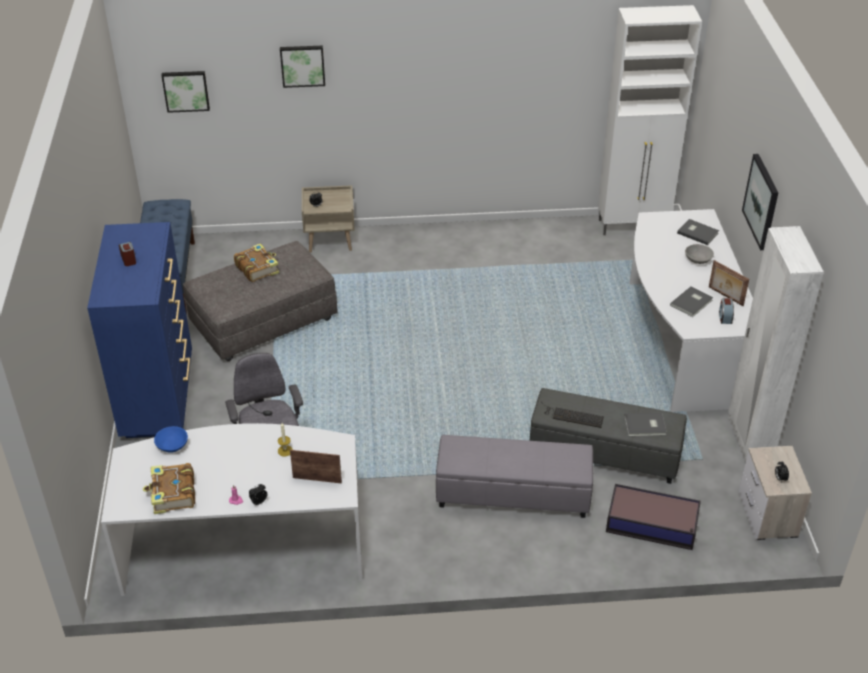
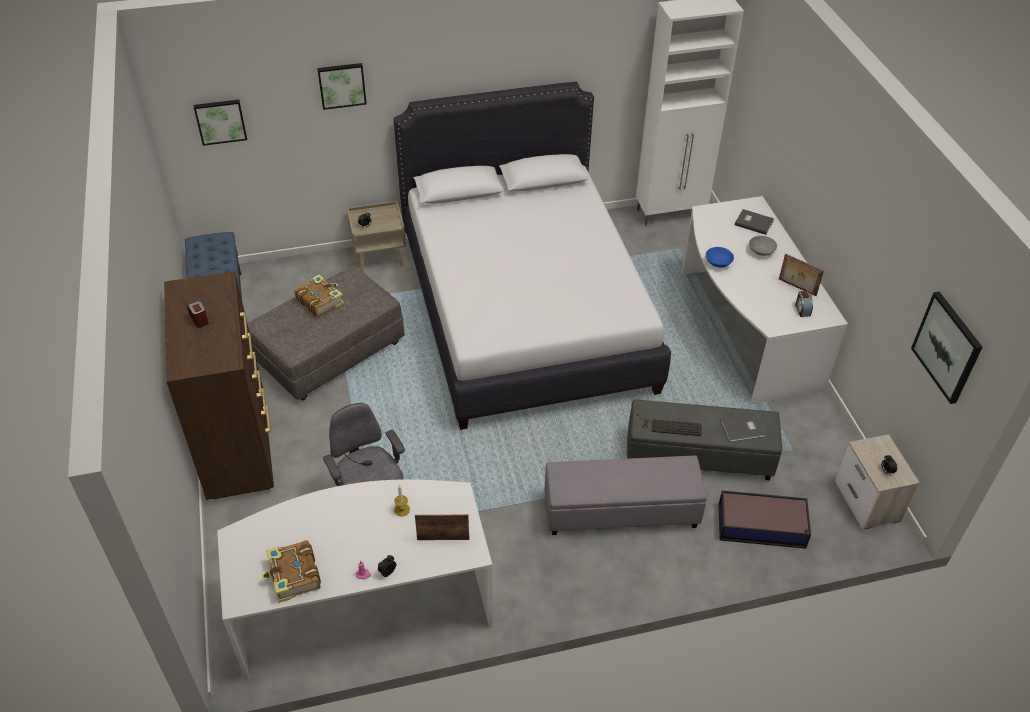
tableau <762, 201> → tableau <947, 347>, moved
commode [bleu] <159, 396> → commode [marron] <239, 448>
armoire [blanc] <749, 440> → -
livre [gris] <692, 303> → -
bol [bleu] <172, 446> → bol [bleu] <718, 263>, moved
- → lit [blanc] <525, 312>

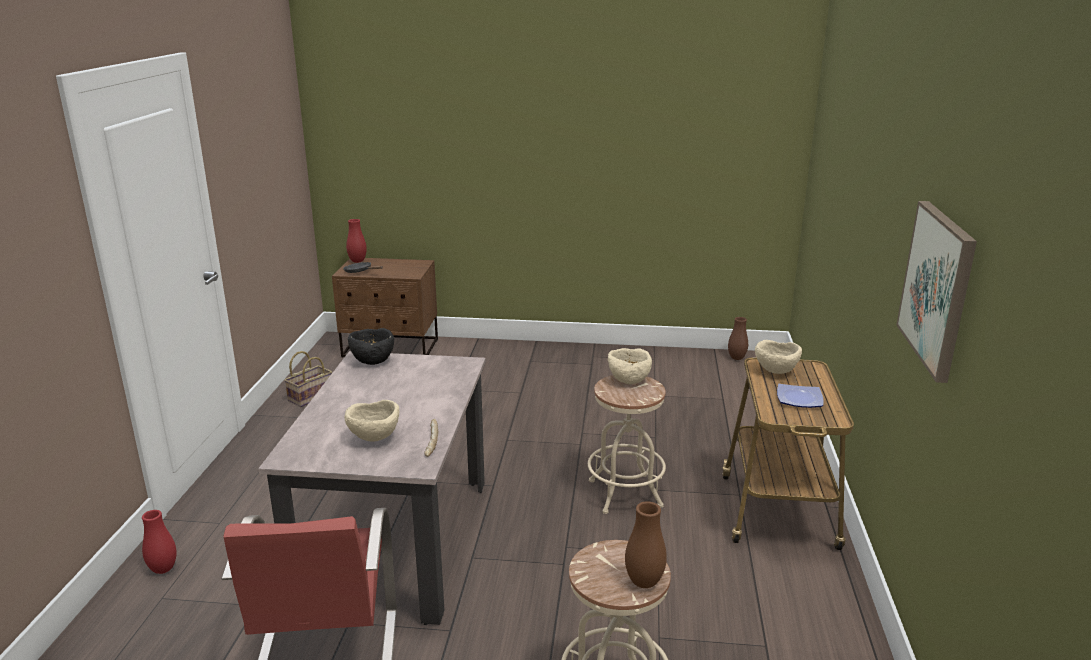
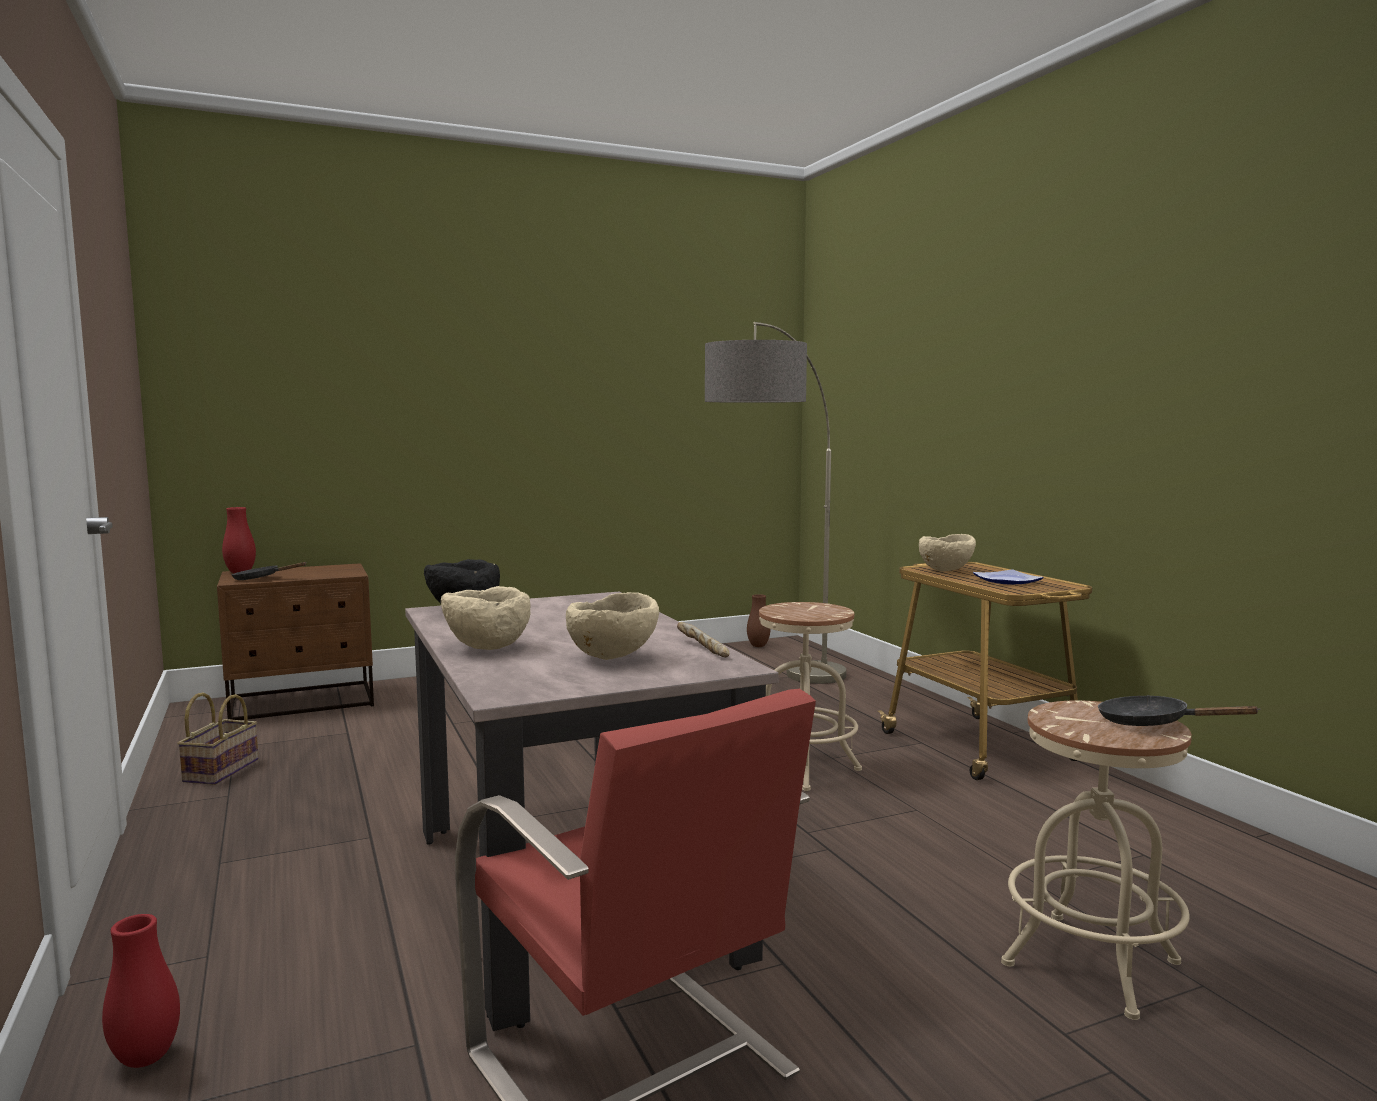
tableau <937, 288> → -
bol [beige] <628, 380> → bol [beige] <486, 647>, moved
vase [marron] <644, 582> → poêle [noir] <1152, 724>
- → lampadaire <774, 691>

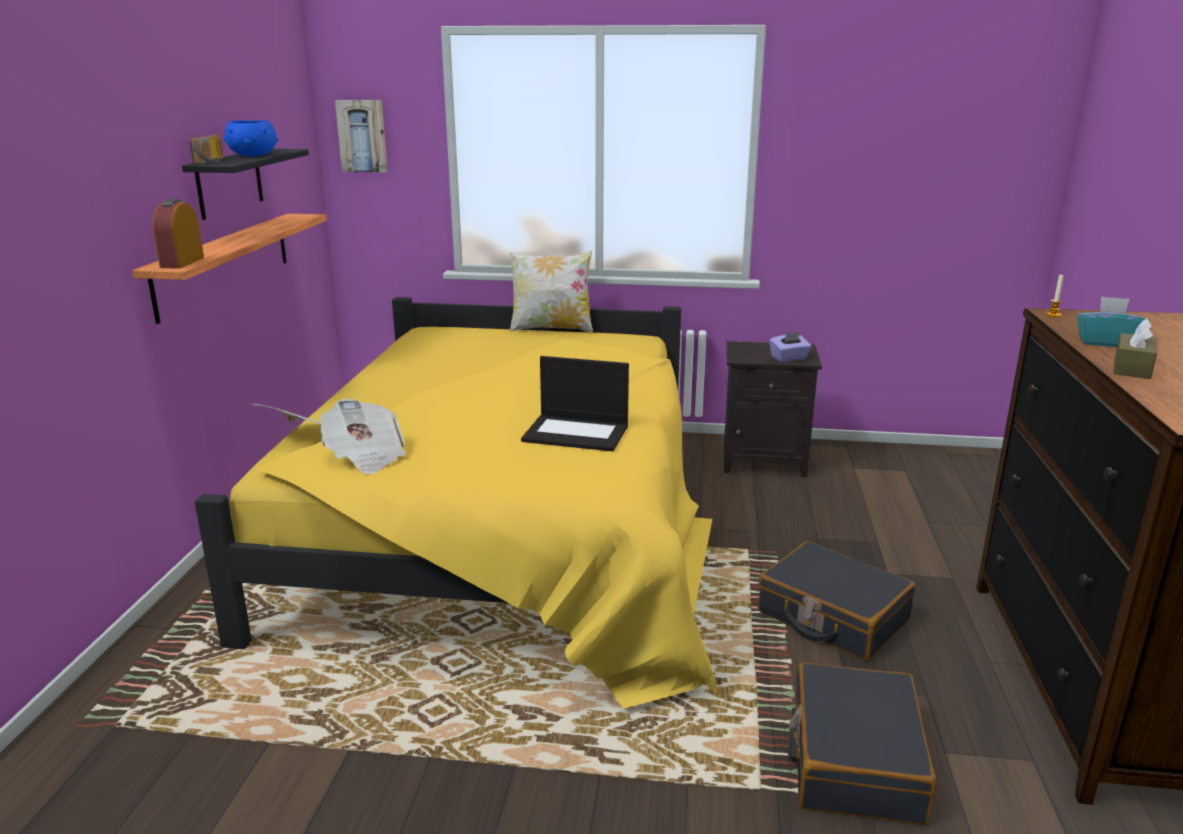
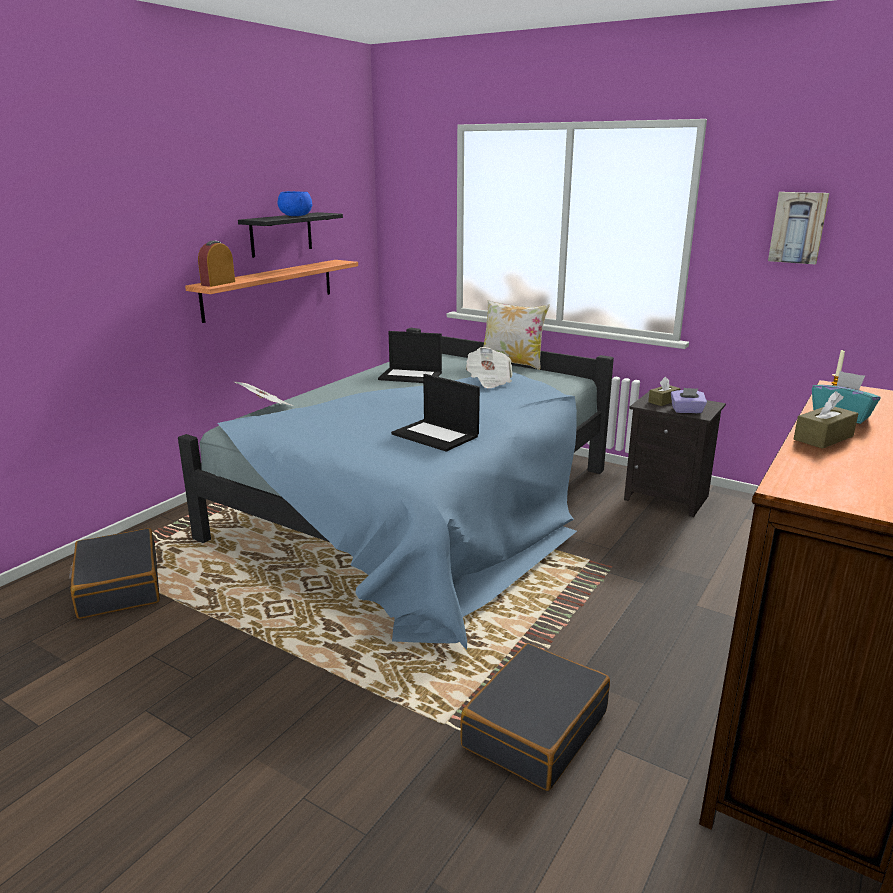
tableau <362, 136> → tableau <798, 227>, moved
radio <213, 161> → -
lit [jaune] <509, 532> → lit [bleu] <422, 509>
journal <365, 457> → journal <489, 381>, moved
valise [noir] <832, 616> → valise [noir] <118, 586>, moved
- → ordinateur portable <411, 376>
- → boîte à mouchoirs [marron] <663, 401>

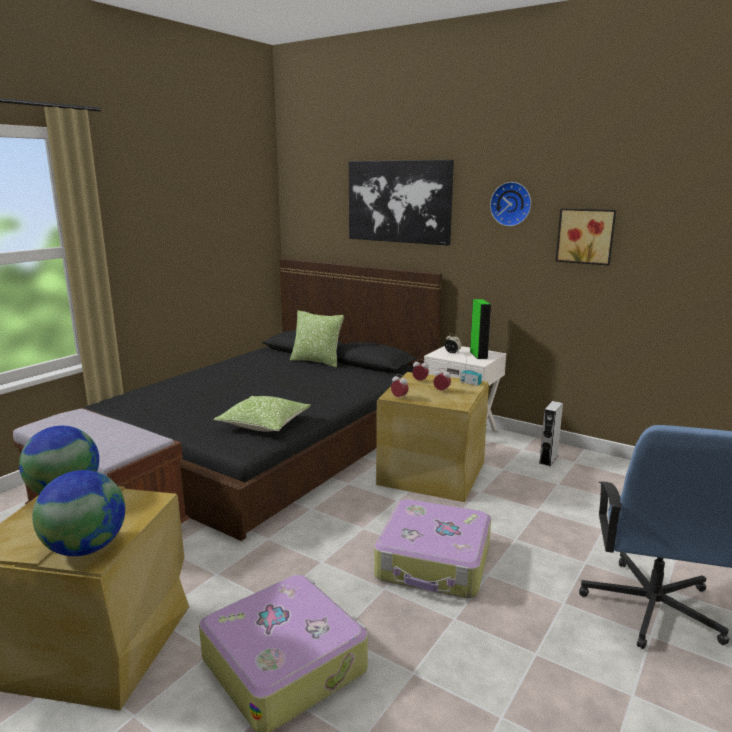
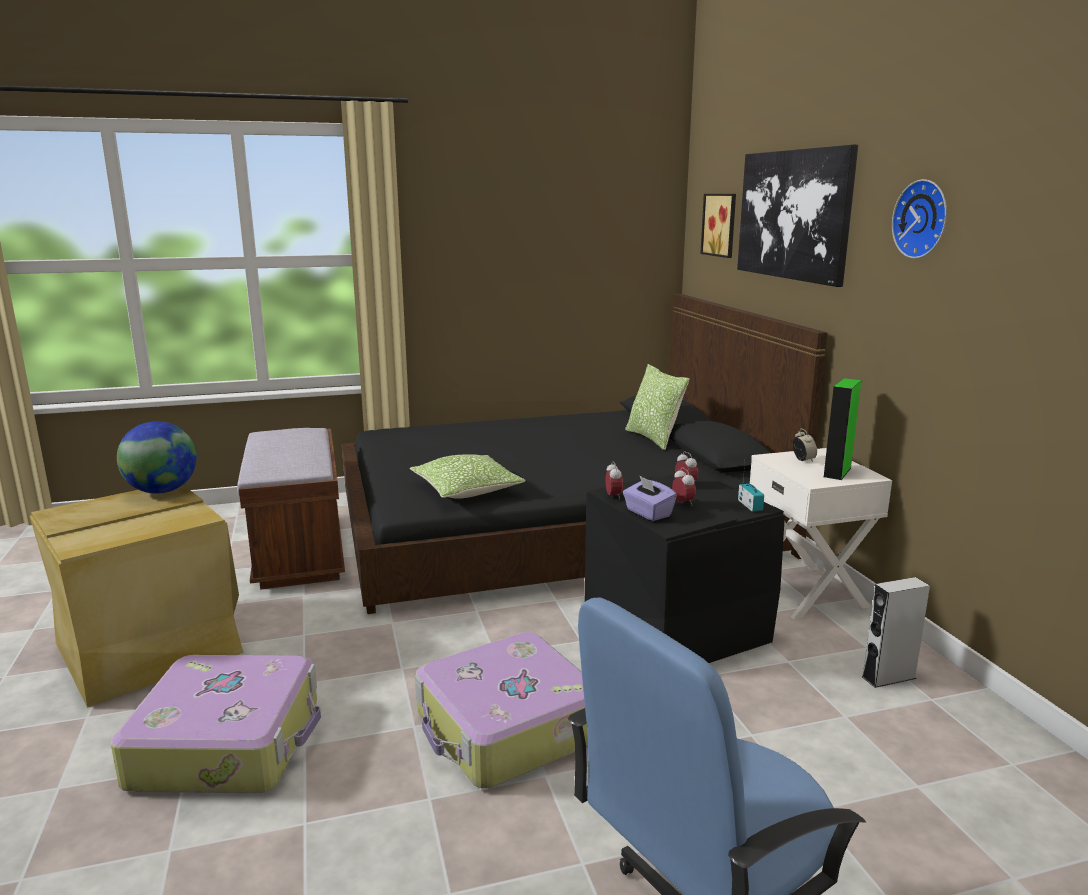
tableau <585, 236> → tableau <721, 225>, moved
boîte de rangement [beige] <431, 472> → boîte de rangement [noir] <676, 626>
globe <86, 548> → -
- → boîte à mouchoirs [violet] <648, 513>

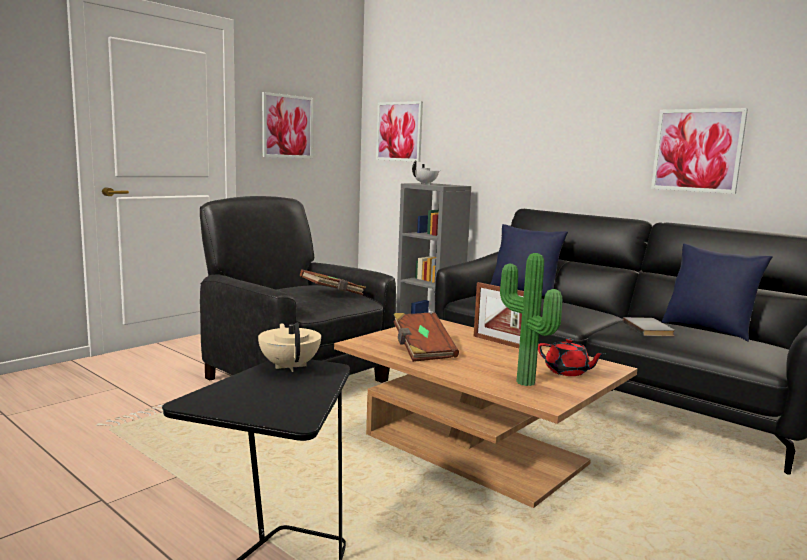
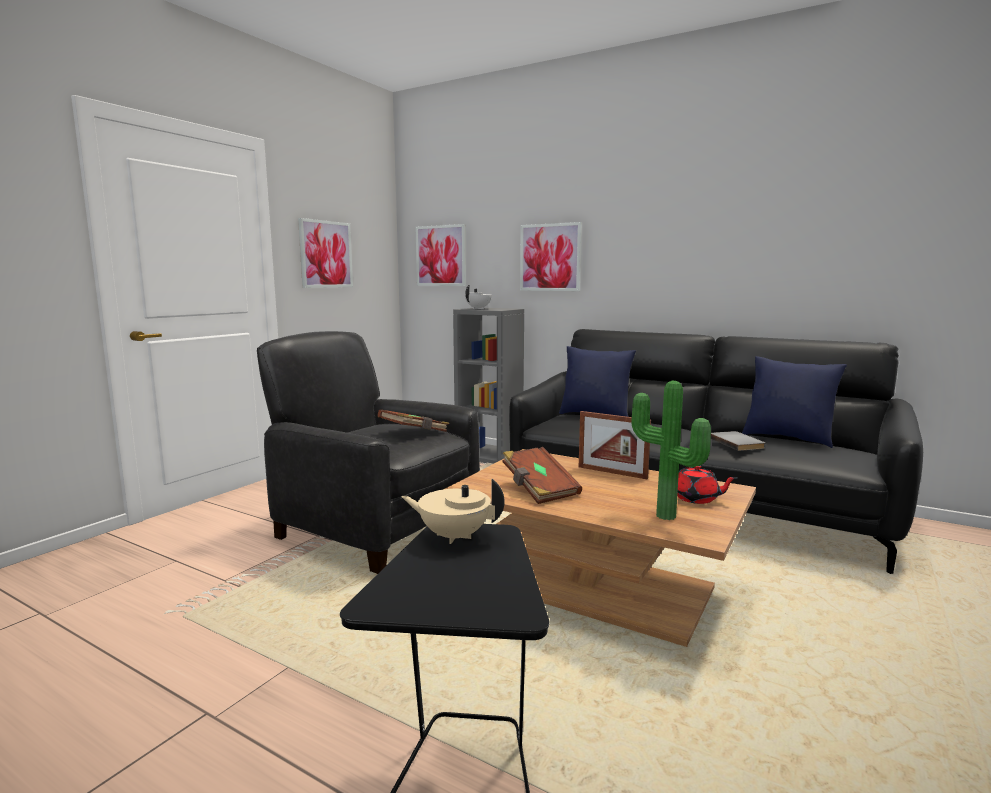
tableau <697, 150> → tableau <550, 257>, moved
théière [beige] <290, 366> → théière [beige] <454, 536>, 45 degrees counterclockwise

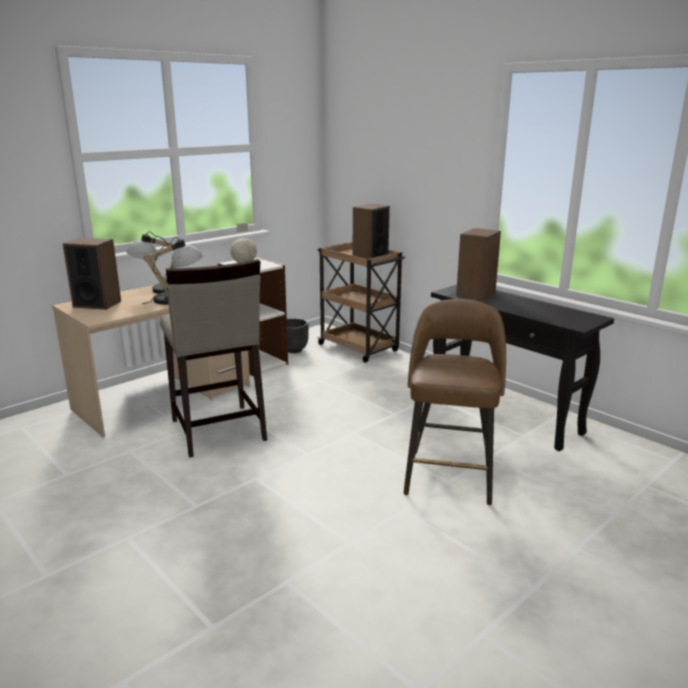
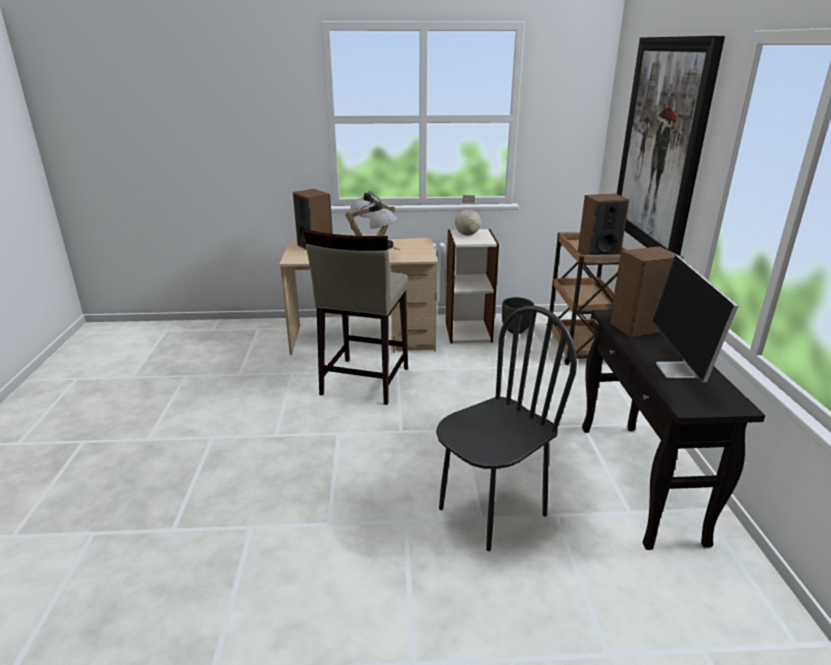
tabouret [marron] <449, 474> → chaise [noir] <491, 511>
- → tableau <662, 146>
- → écran d'ordinateur <679, 371>

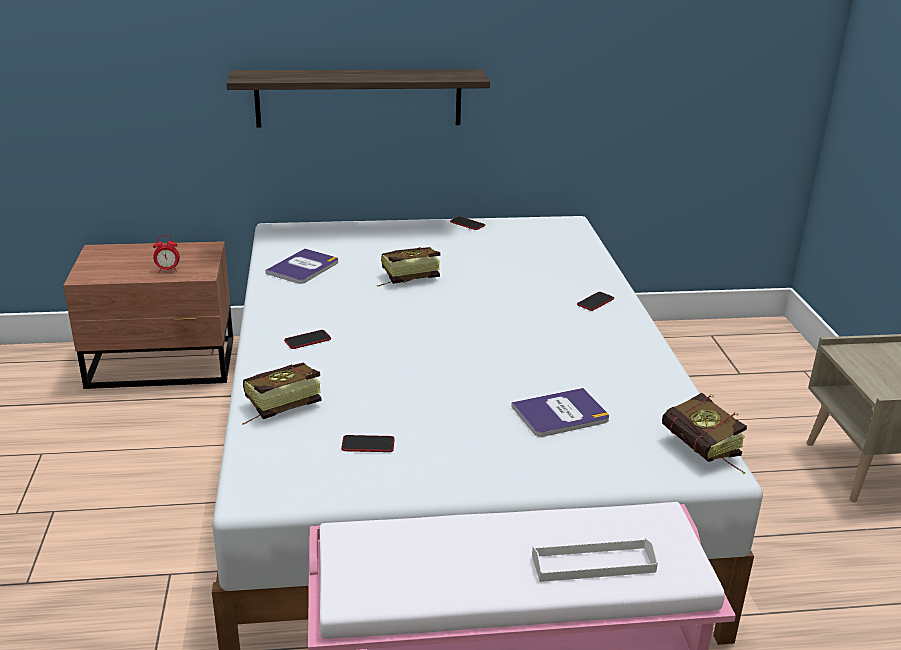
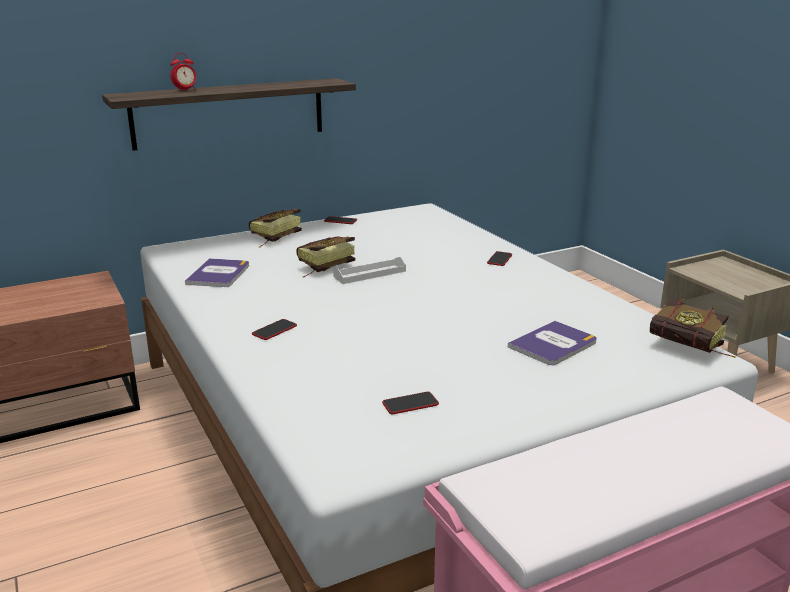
réveil <168, 270> → réveil <185, 90>, moved
livre <276, 407> → livre <272, 239>, moved
plateau [blanc] <593, 564> → plateau [blanc] <370, 274>, moved

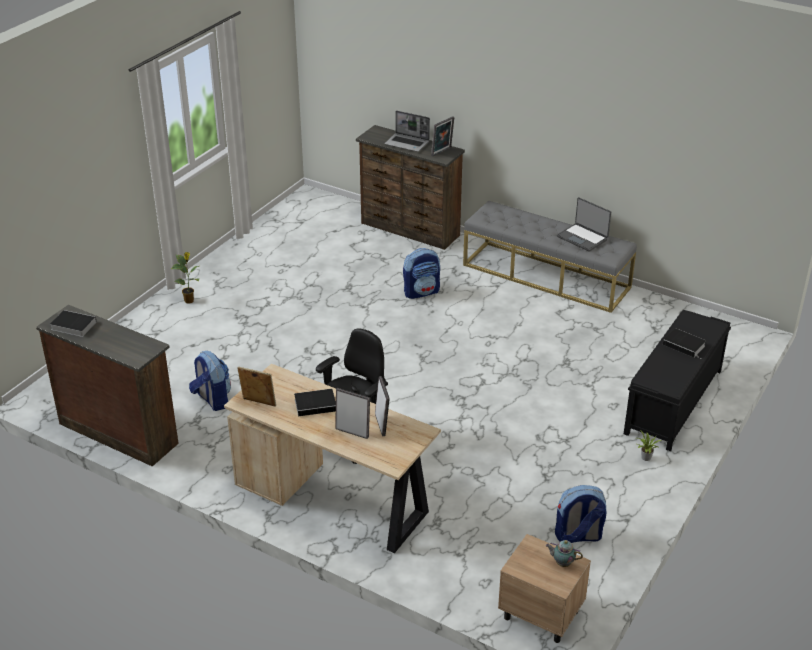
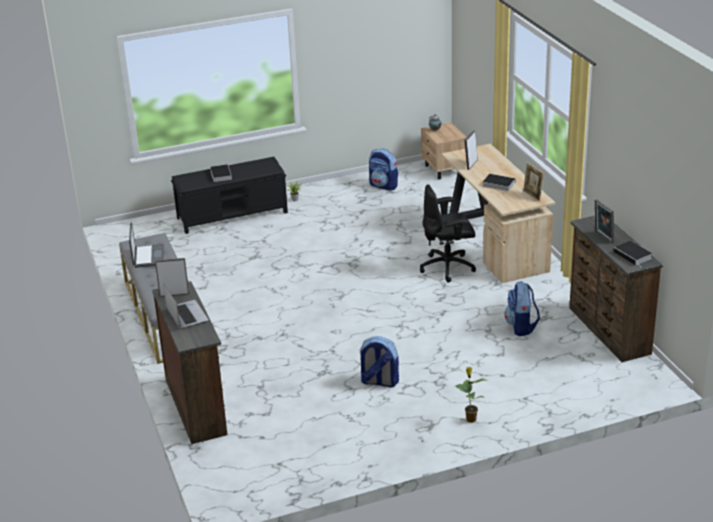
sac à dos <421, 292> → sac à dos <379, 382>, moved
cadre photo <353, 431> → cadre photo <603, 237>, moved

